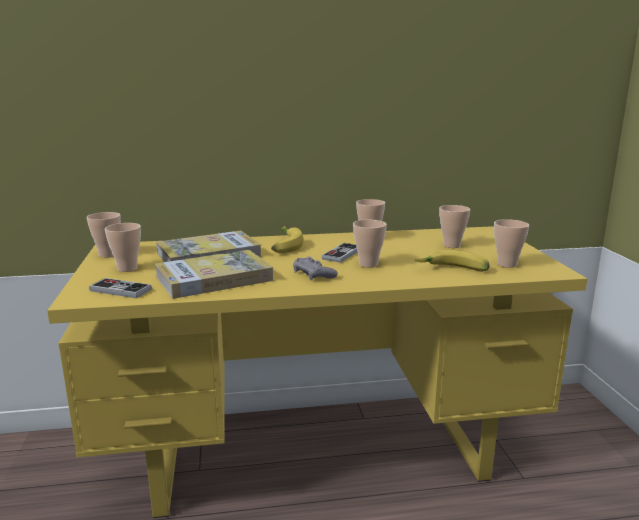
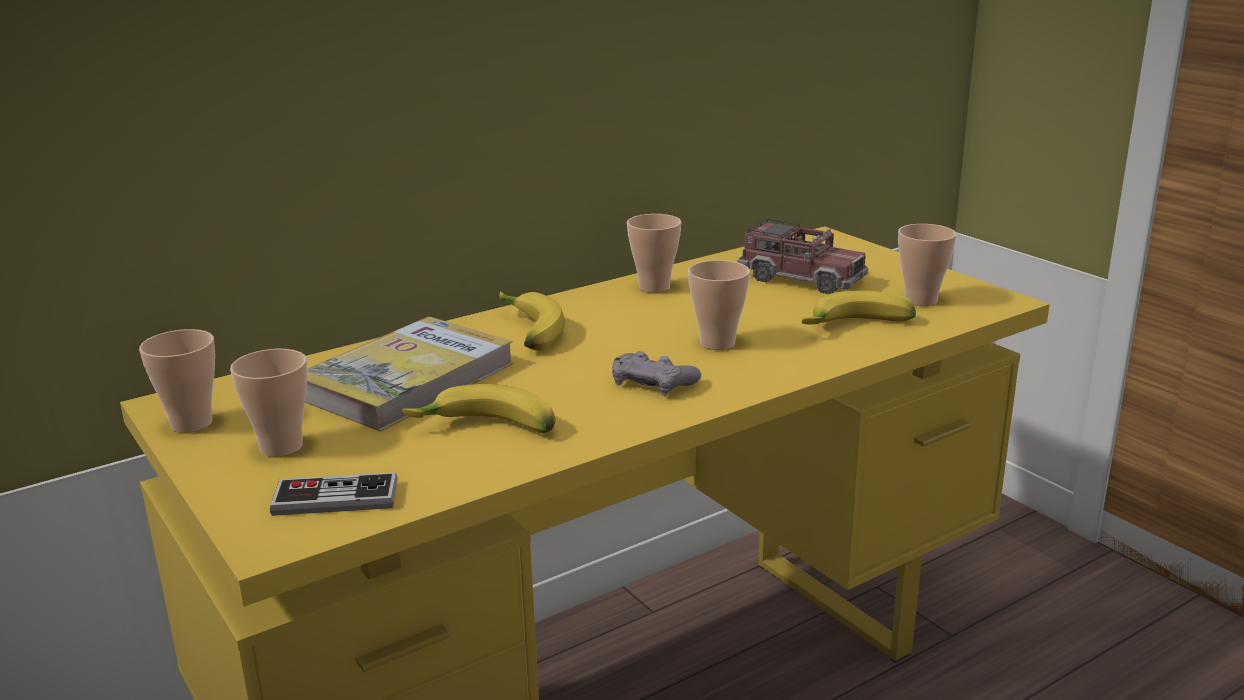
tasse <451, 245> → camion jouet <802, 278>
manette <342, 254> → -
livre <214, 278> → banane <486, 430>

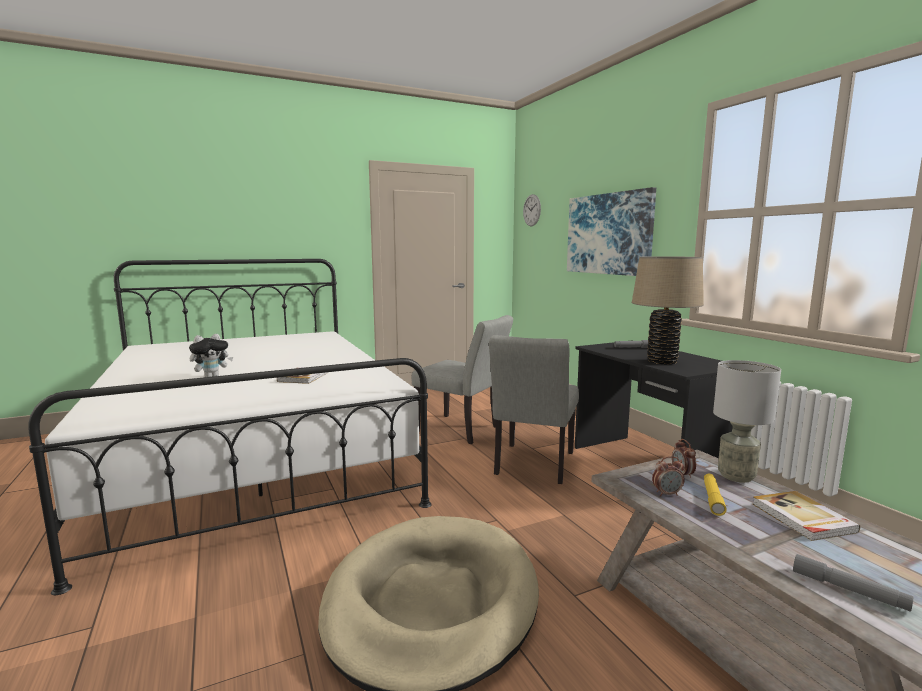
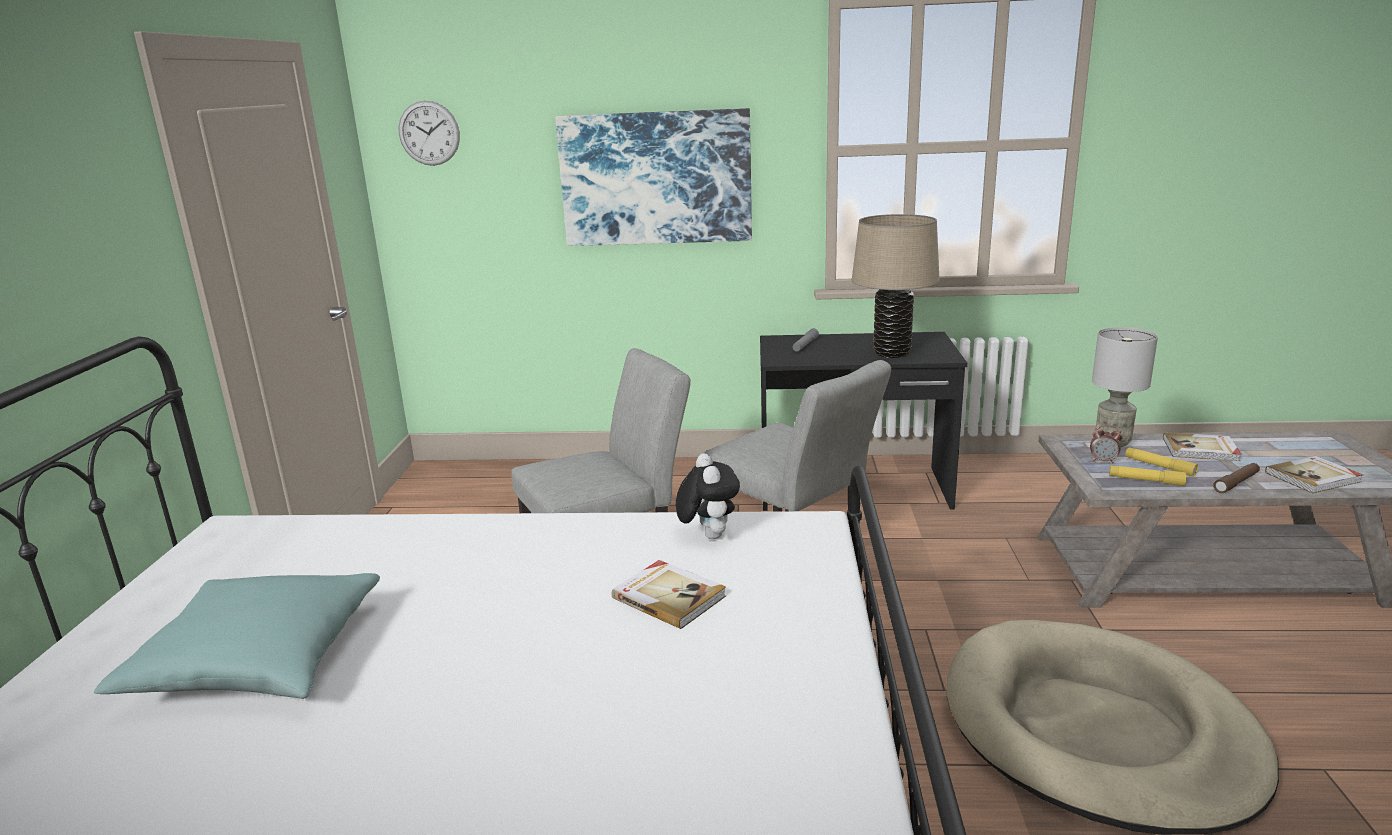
peluche <212, 377> → peluche <708, 535>, moved
réveil <667, 494> → lampe de poche [jaune] <1146, 481>
lampe de poche [gris] <848, 590> → livre <1314, 477>
- → lampe de poche [marron] <1236, 483>
- → coussin [turquoise] <259, 661>

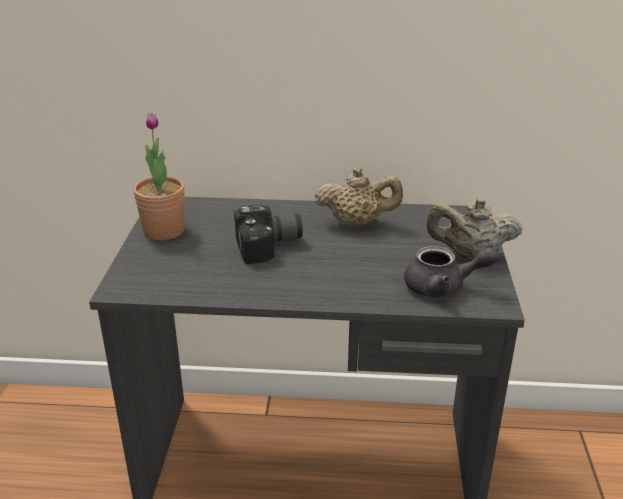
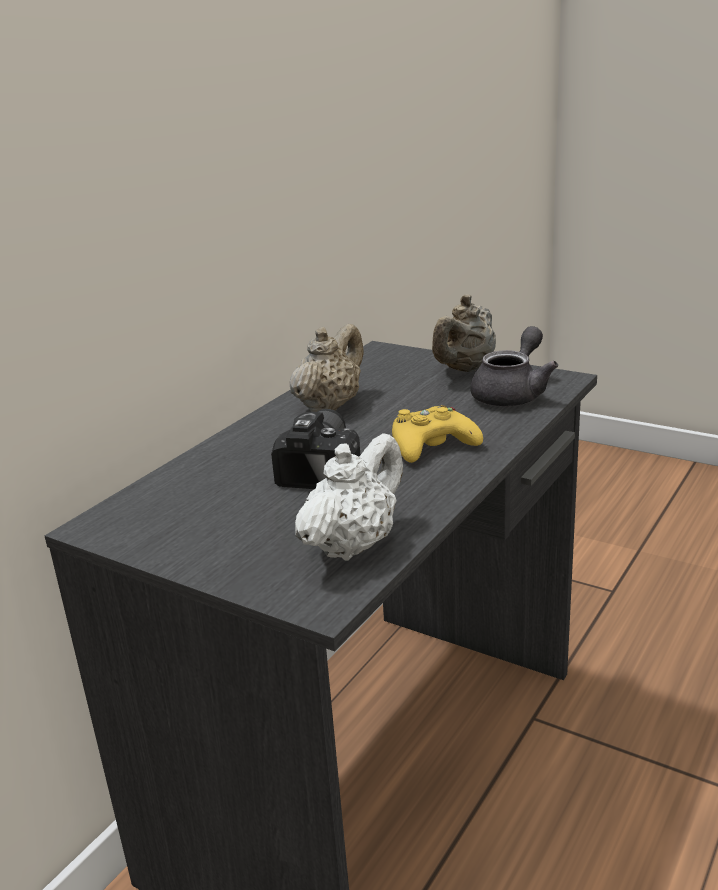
plante en pot <164, 231> → -
- → manette [jaune] <432, 446>
- → théière [blanc] <353, 545>

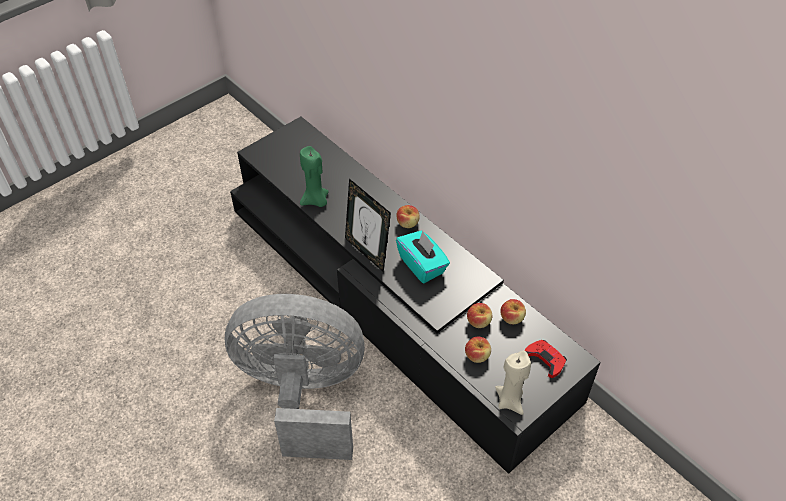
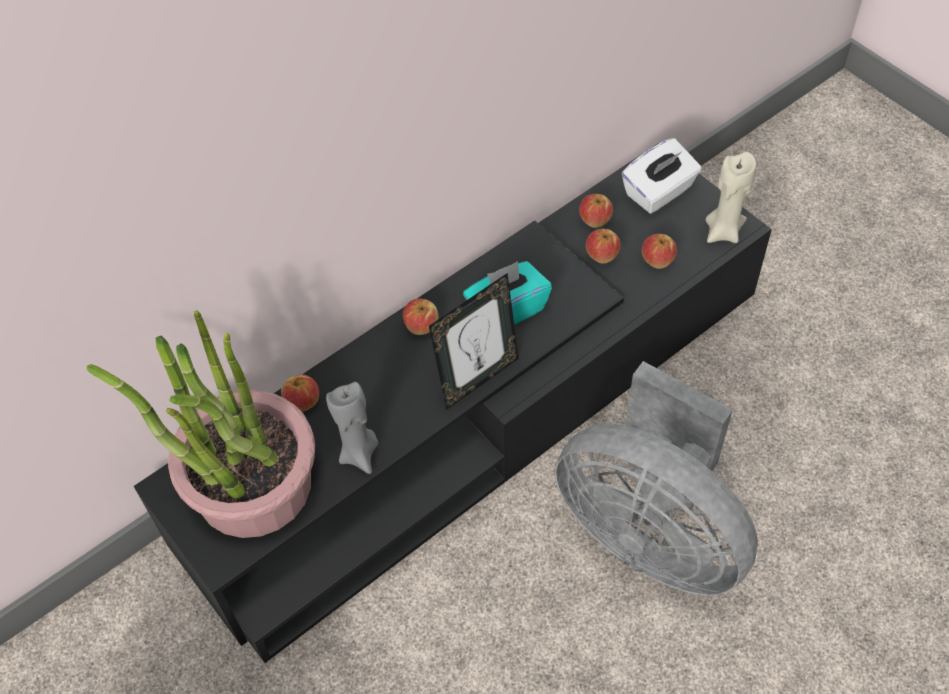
bougie [vert] <316, 201> → bougie [gris] <359, 453>
ventilateur [gris] <303, 395> → ventilateur [gris] <651, 532>, 60 degrees counterclockwise
manette [rouge] <545, 359> → boîte à mouchoirs [blanc] <659, 192>
- → plante en pot <251, 485>
- → pomme <302, 402>

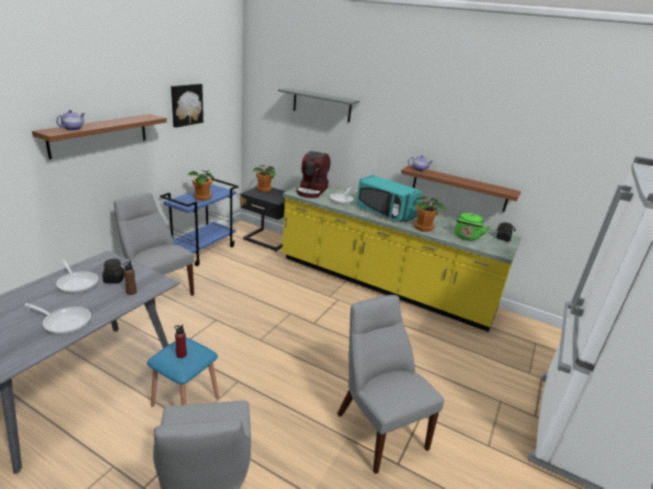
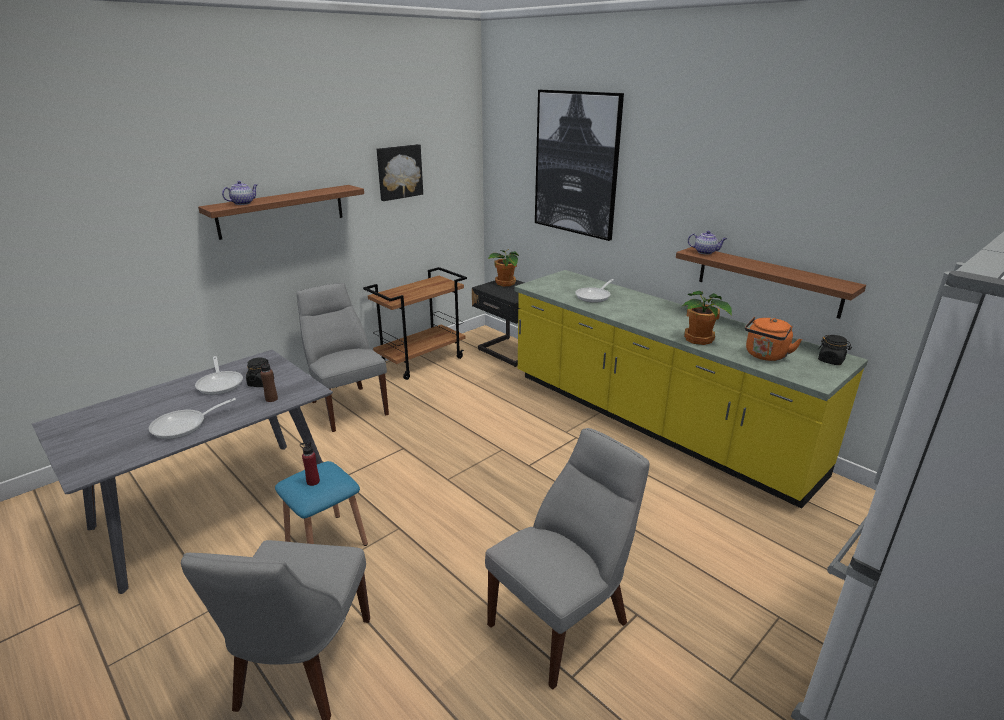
étagère [gris] <321, 105> → tableau <576, 164>
machine à café <312, 191> → -
plante en pot <202, 198> → -
micro-ondes [turquoise] <384, 212> → -
chariot [bleu] <203, 250> → chariot [marron] <421, 361>
bouilloire [vert] <466, 237> → bouilloire [orange] <765, 356>
chaise [gris] <378, 428> → chaise [gris] <563, 621>, 60 degrees clockwise
poêle <64, 322> → poêle <184, 426>, 105 degrees clockwise

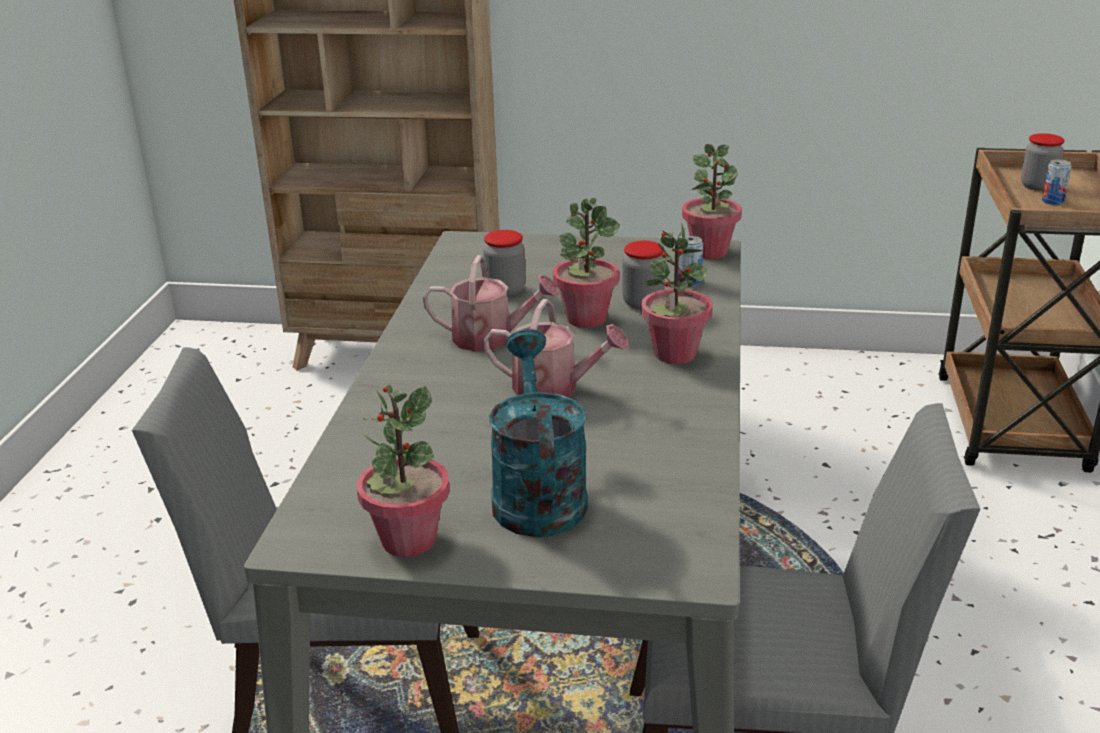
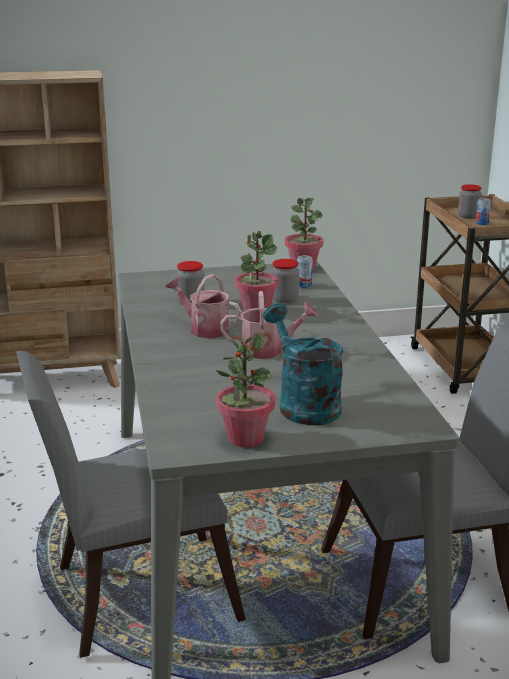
plante en pot <674, 354> → -
arrosoir <491, 338> → arrosoir <204, 329>, 135 degrees counterclockwise

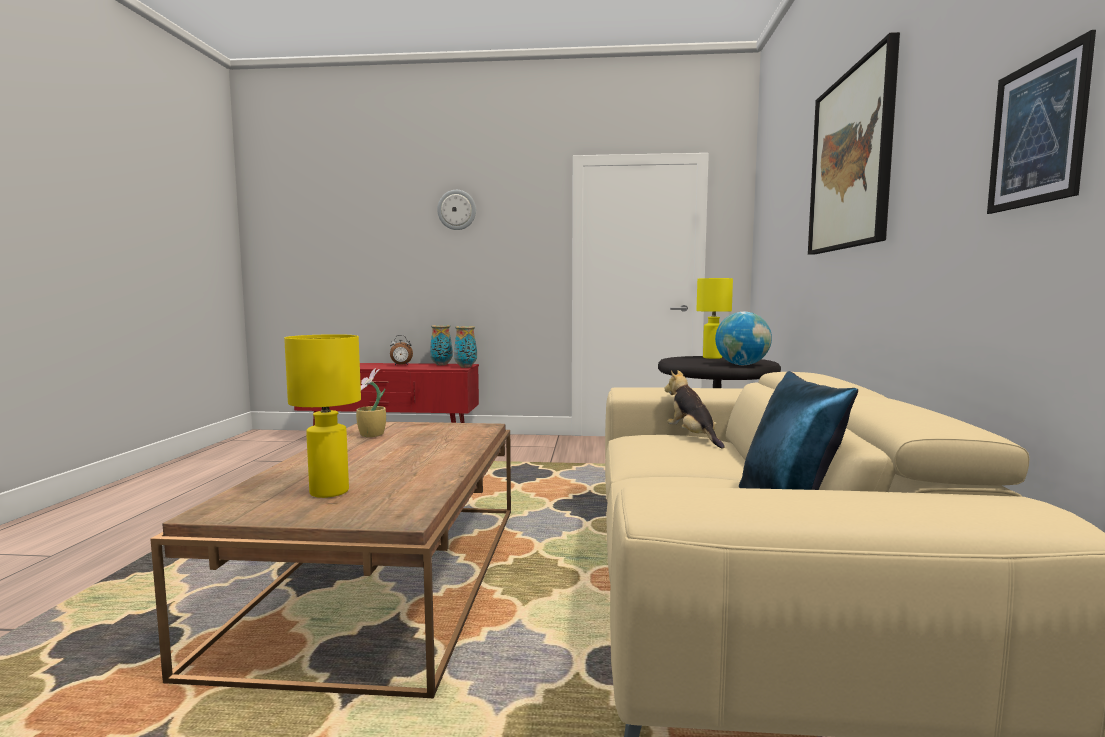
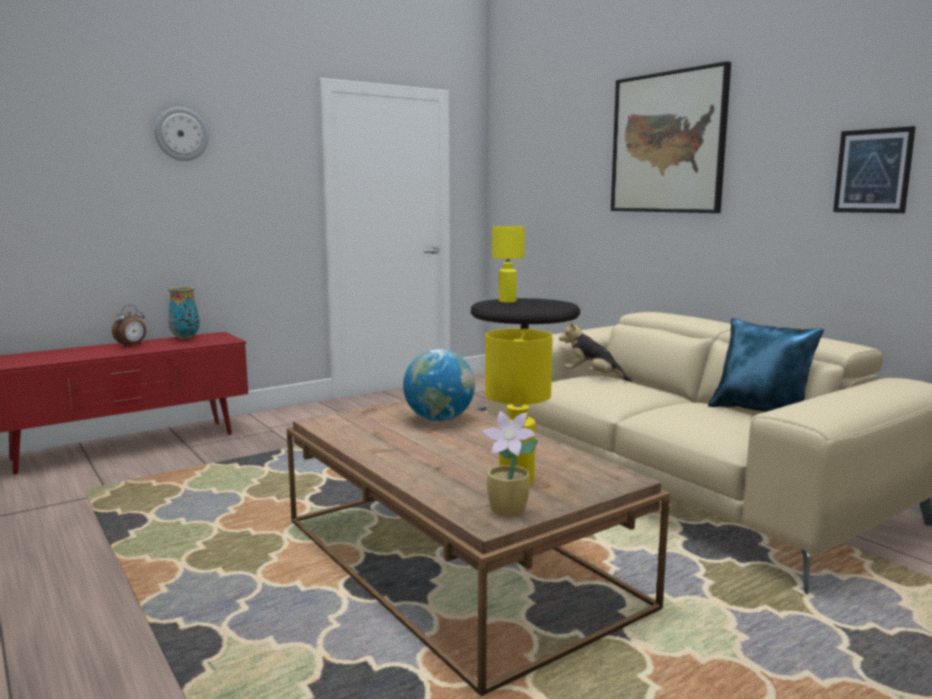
globe <742, 365> → globe <439, 419>, moved
vase <466, 367> → -
plante en pot <371, 435> → plante en pot <509, 511>, moved

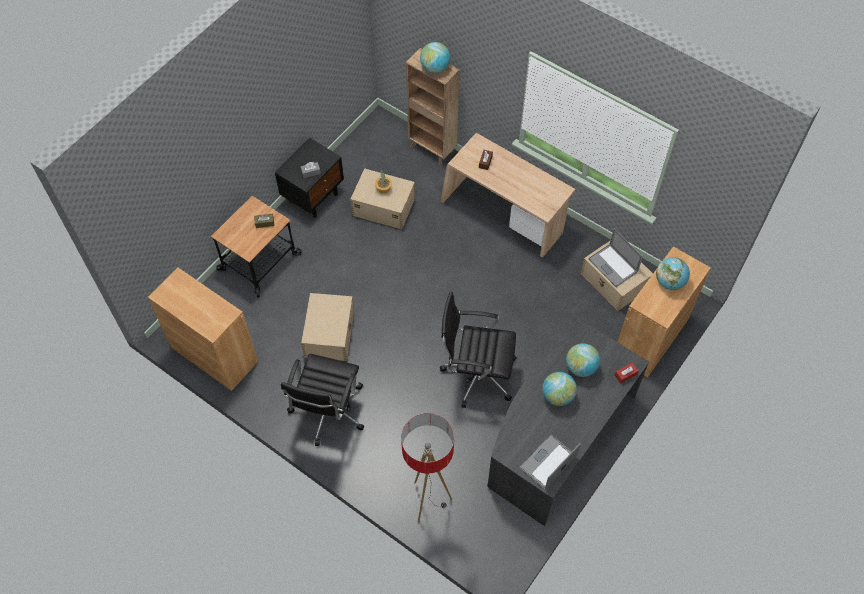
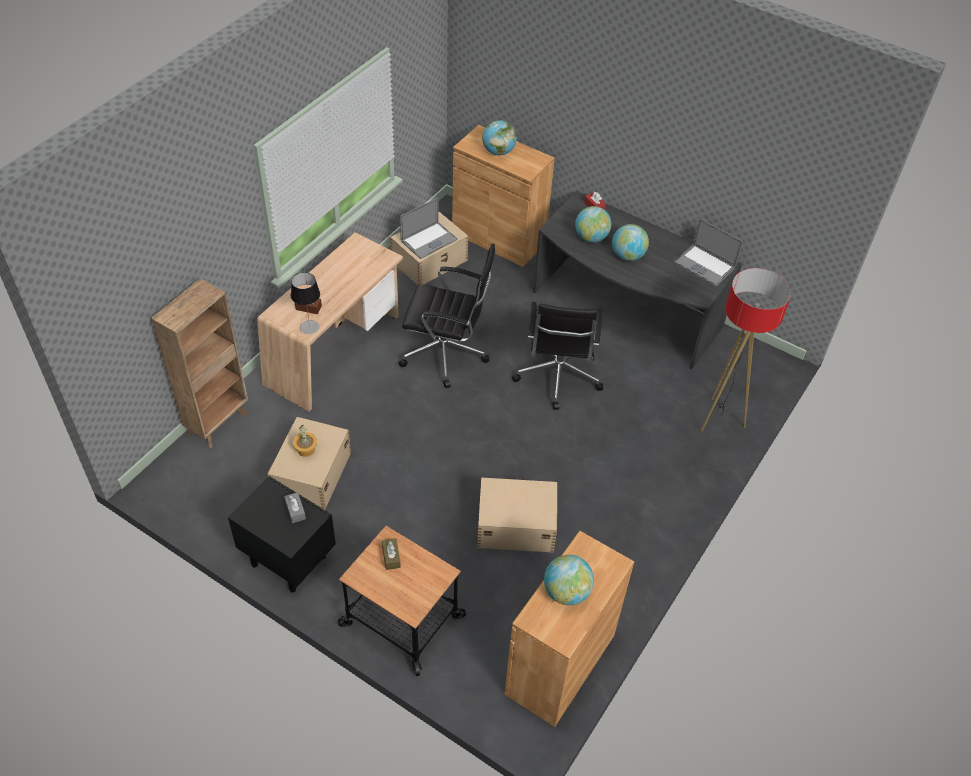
globe <435, 68> → globe <566, 592>, moved
chaise de bureau [noir] <327, 412> → chaise de bureau [noir] <447, 354>, moved
- → lampe de table <309, 327>

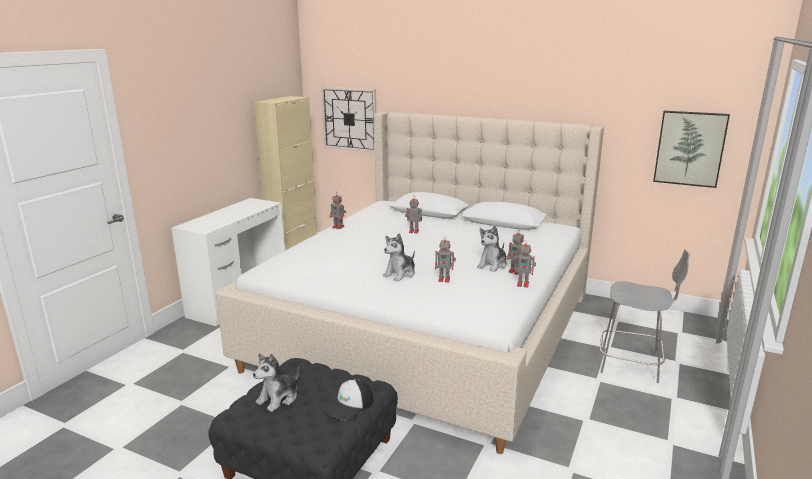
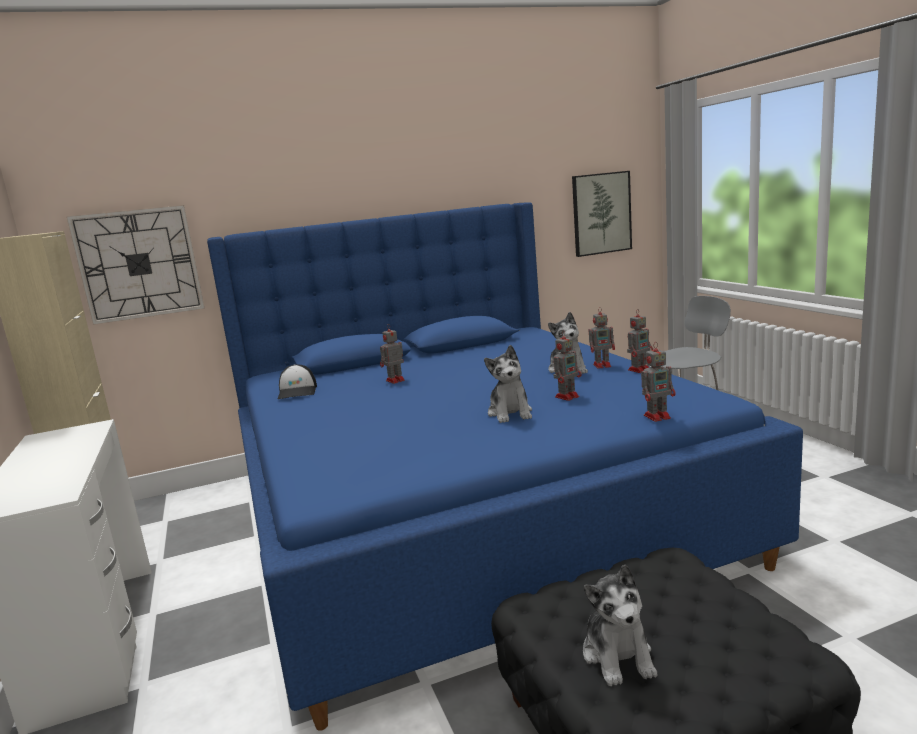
lit [beige] <429, 329> → lit [bleu] <466, 512>
robot jouet <338, 227> → robot jouet <658, 416>, moved
casquette <349, 405> → casquette <298, 391>, moved

